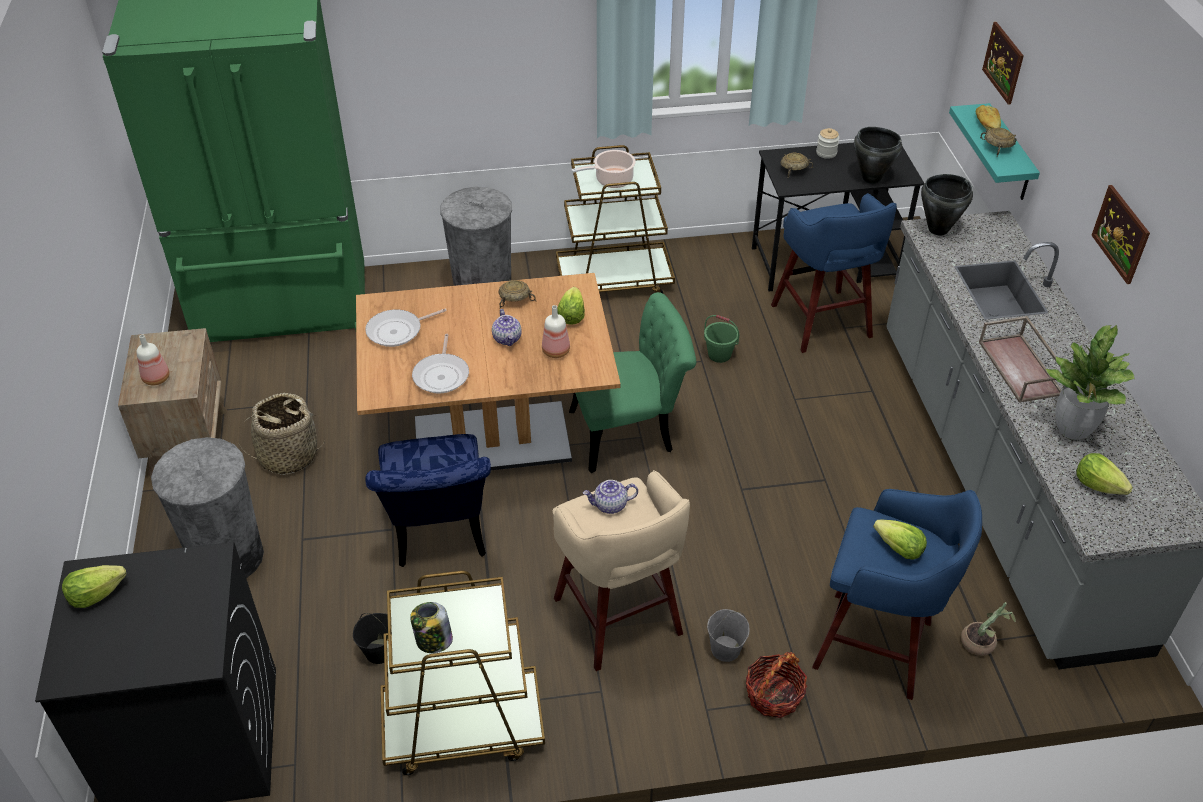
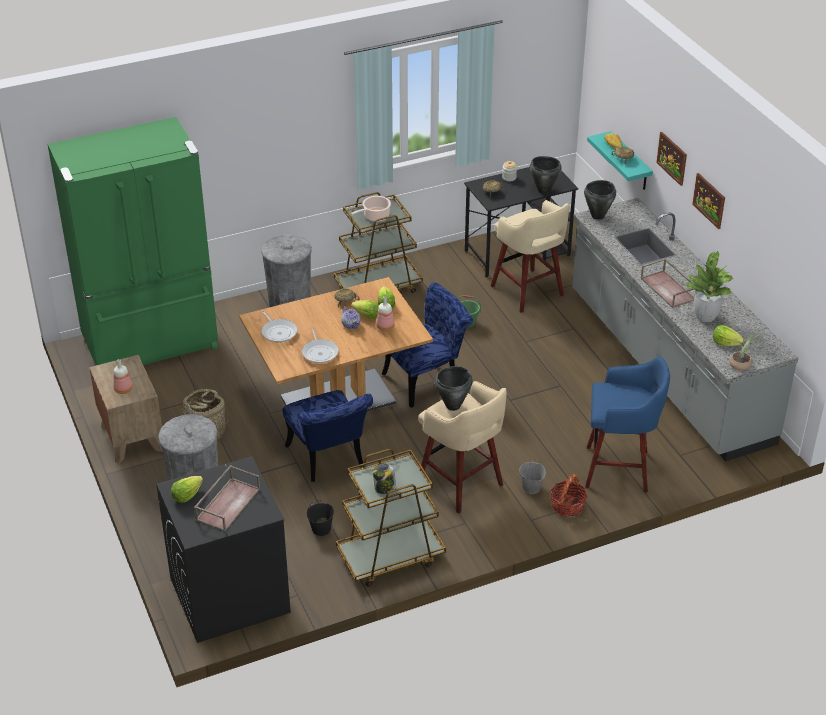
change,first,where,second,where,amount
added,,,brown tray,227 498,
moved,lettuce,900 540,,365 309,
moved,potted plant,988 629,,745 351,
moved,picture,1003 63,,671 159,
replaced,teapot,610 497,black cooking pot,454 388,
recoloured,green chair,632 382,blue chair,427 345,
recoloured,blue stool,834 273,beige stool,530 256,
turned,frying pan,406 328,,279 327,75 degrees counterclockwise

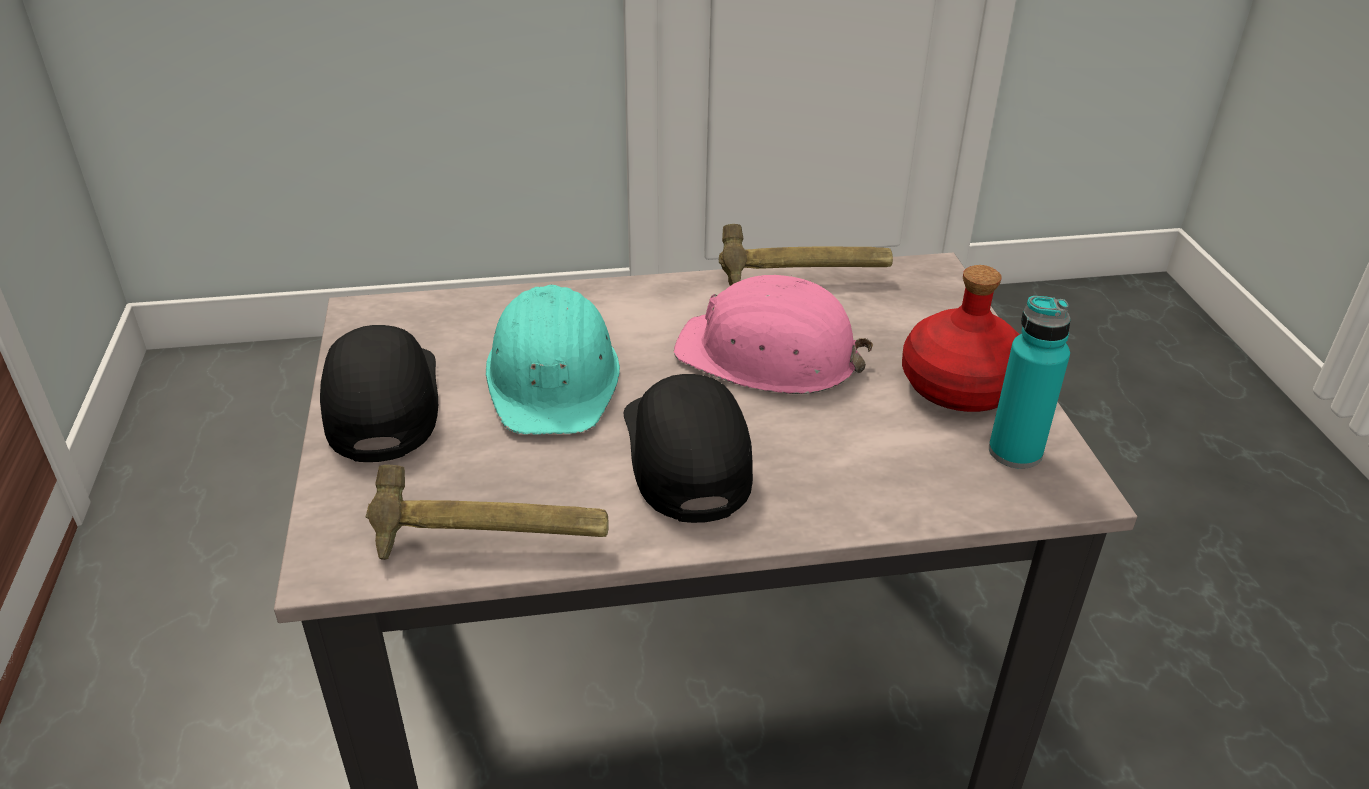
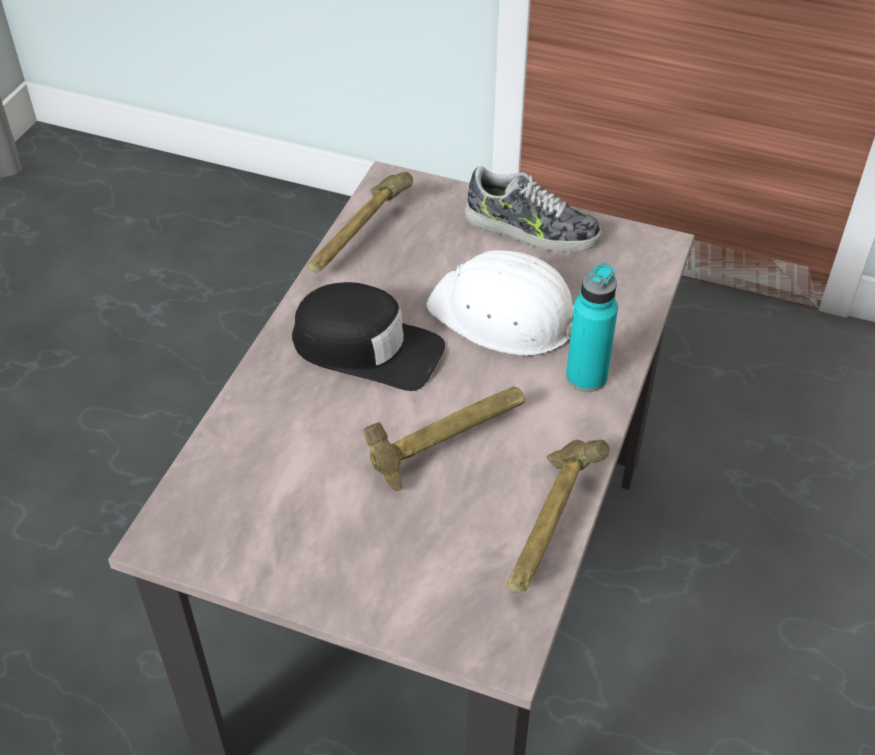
change,first,where,second,where,amount
removed,red bottle,961 338,,,
moved,turquoise bottle,1030 382,,592 327,
replaced,black cap,379 393,shoe,533 209,
replaced,pink hard hat,773 334,hammer,444 439,
recoloured,turquoise hard hat,553 360,white hard hat,500 303,

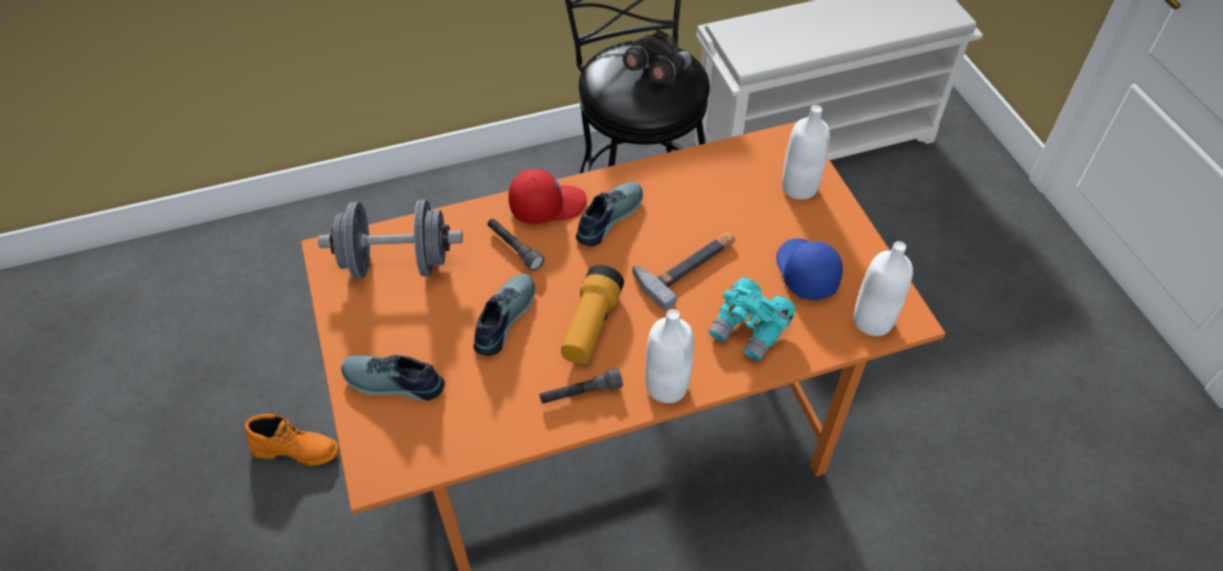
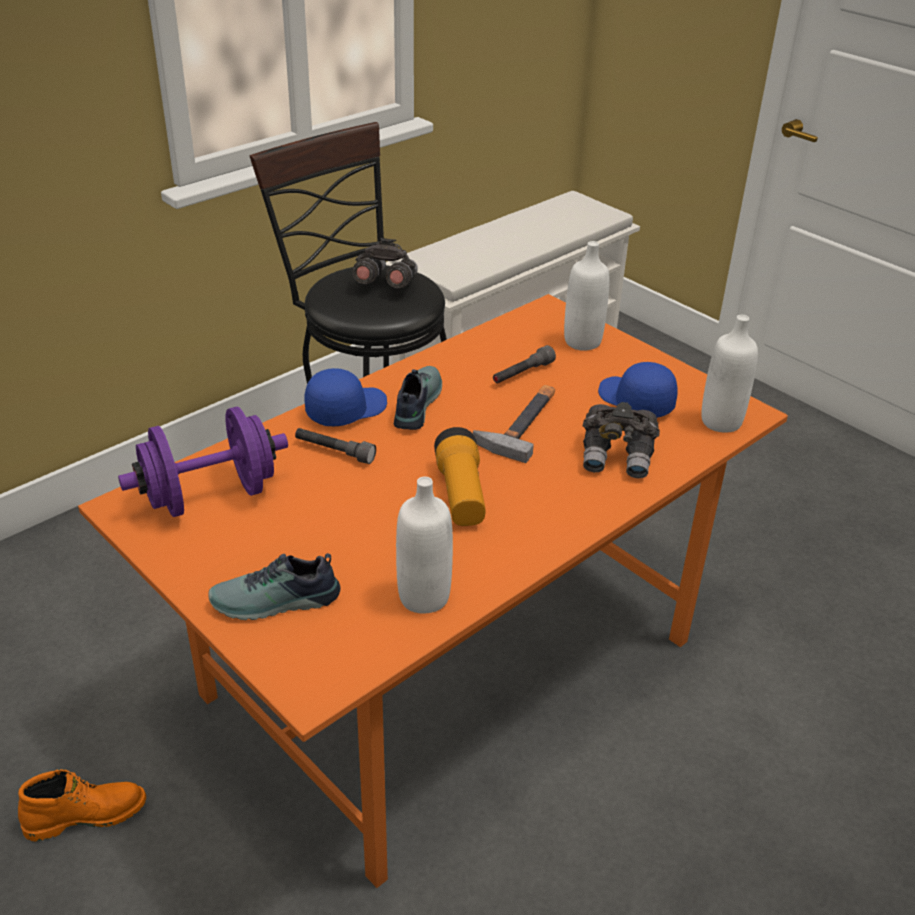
change,first,where,second,where,amount
removed,shoe,504 315,,,
moved,grey flashlight,581 386,,524 364,
moved,white bottle,669 356,,424 545,
recoloured,grey dumbbell,390 239,purple dumbbell,203 462,
recoloured,red cap,547 196,blue cap,345 397,
recoloured,turquoise binoculars,752 320,grey binoculars,621 440,

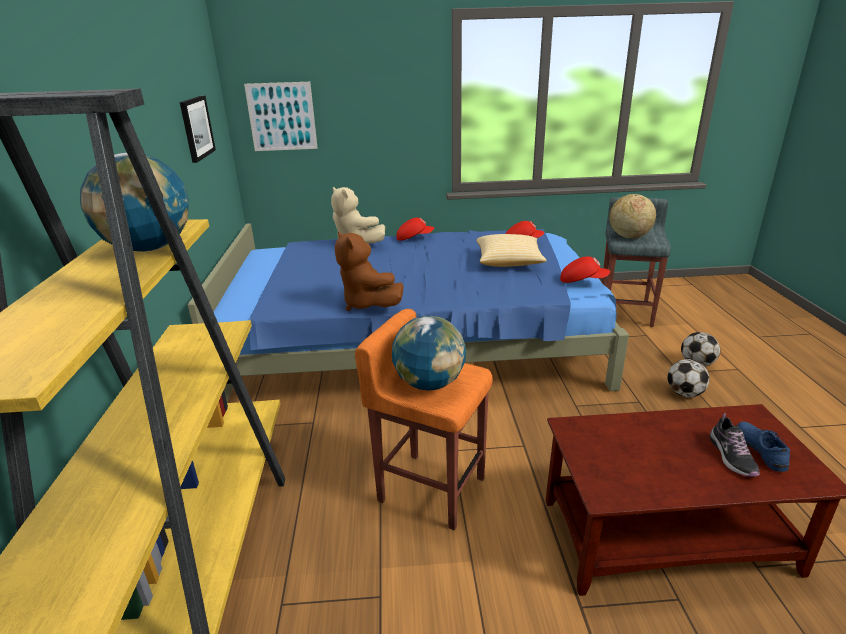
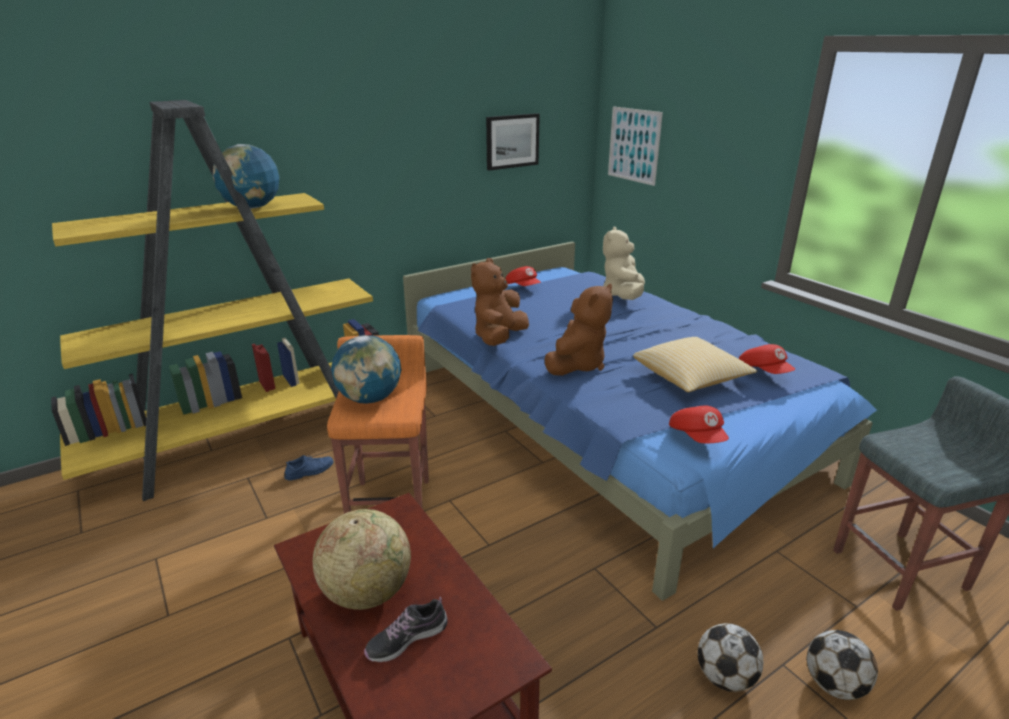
change,first,where,second,where,amount
added,,,brown plush toy,579 329,
moved,red cap,415 229,,523 276,
moved,globe,632 216,,362 559,
moved,blue shoe,763 447,,309 468,

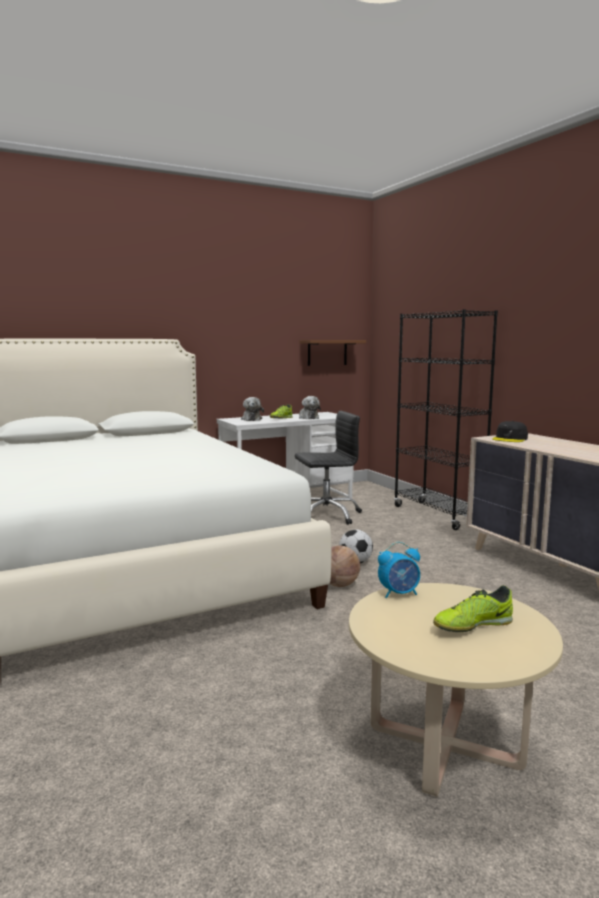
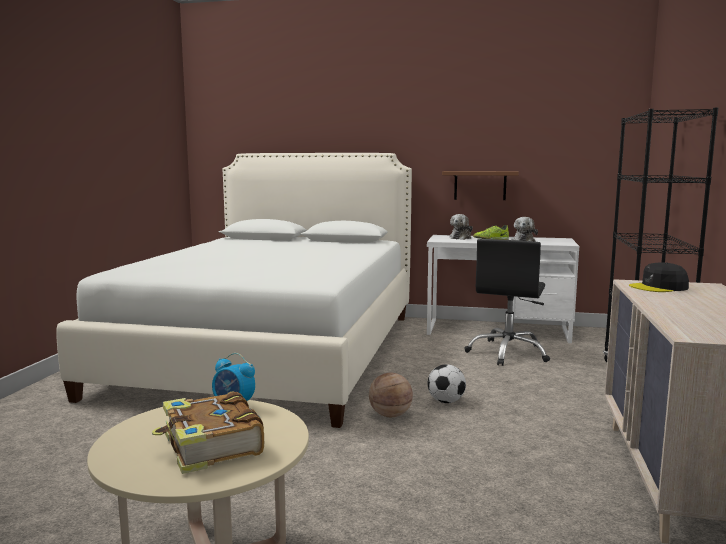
change,first,where,second,where,amount
moved,brown shelf,333 353,,480 185,
replaced,shoe,473 608,book,208 432,
turned,black office chair,328 468,,507 302,90 degrees clockwise

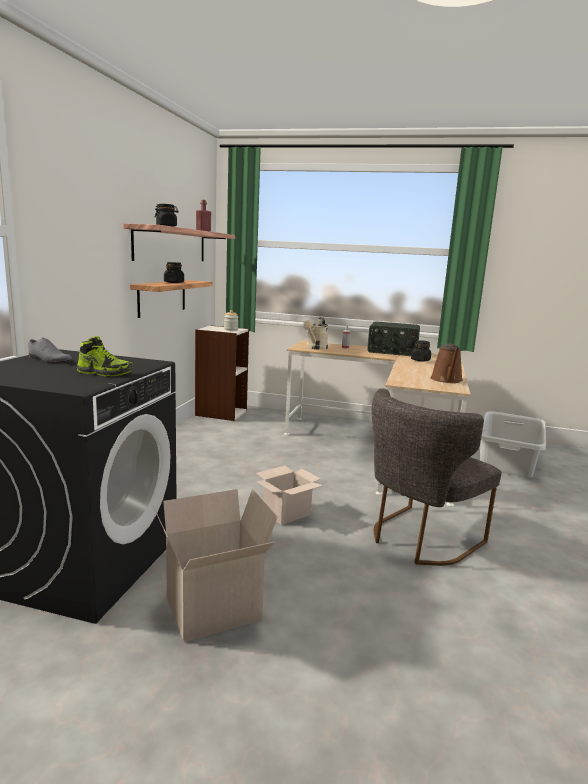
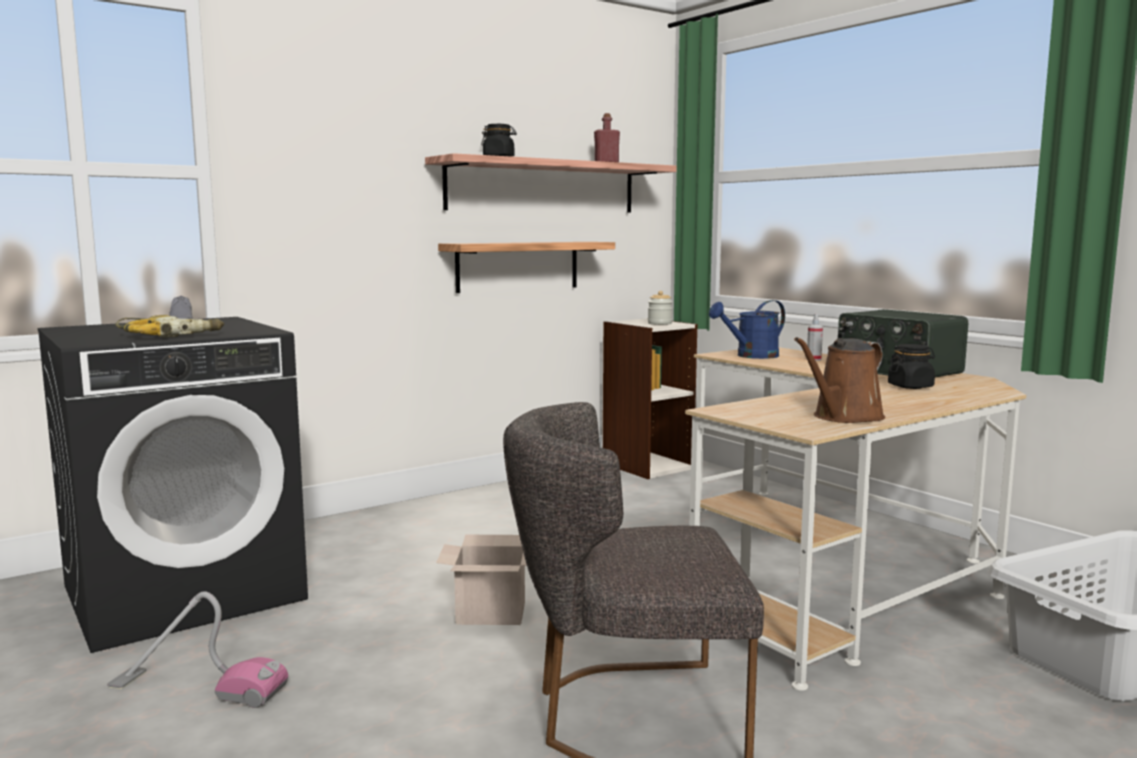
change,first,where,second,where,amount
removed,black jar,174 272,,,
replaced,shoe,104 356,power drill,169 326,
replaced,cardboard box,215 565,vacuum cleaner,197 649,
recoloured,beige watering can,315 333,blue watering can,747 329,

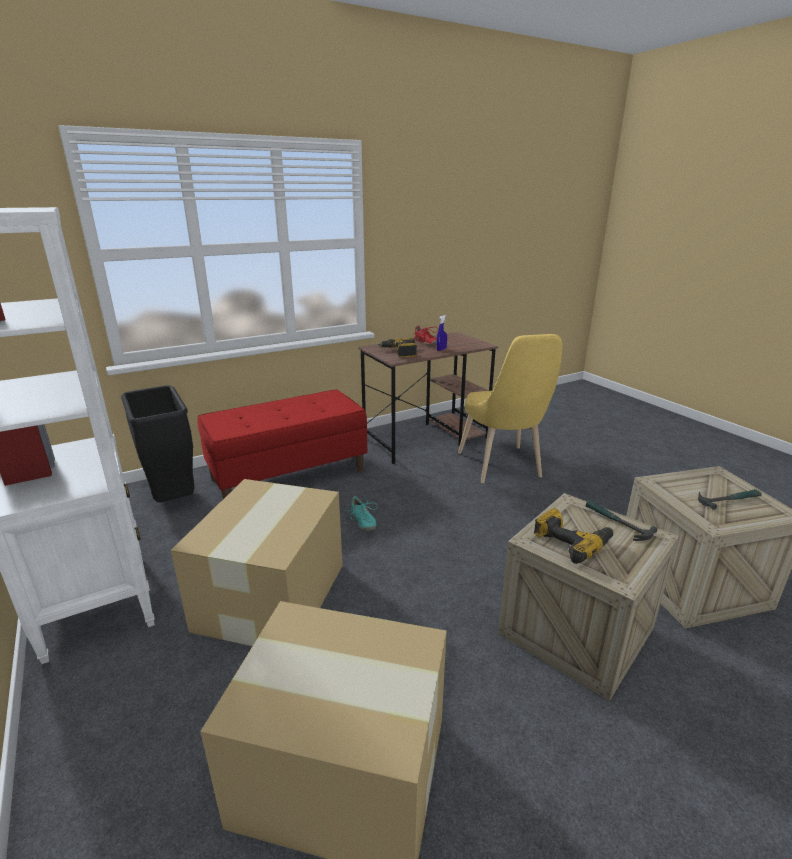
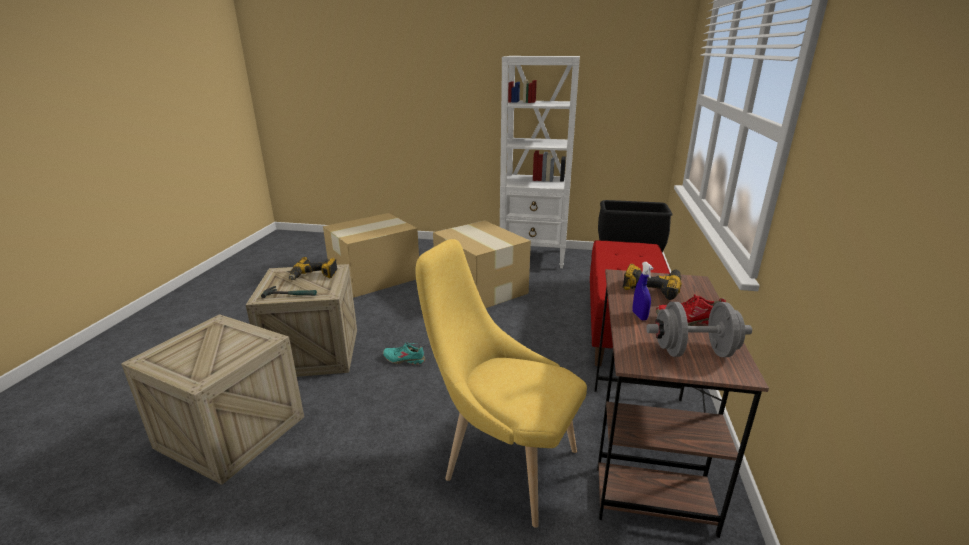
change,first,where,second,where,amount
removed,hammer,730 499,,,
added,,,grey dumbbell,699 329,
moved,turquoise shoe,361 513,,404 354,

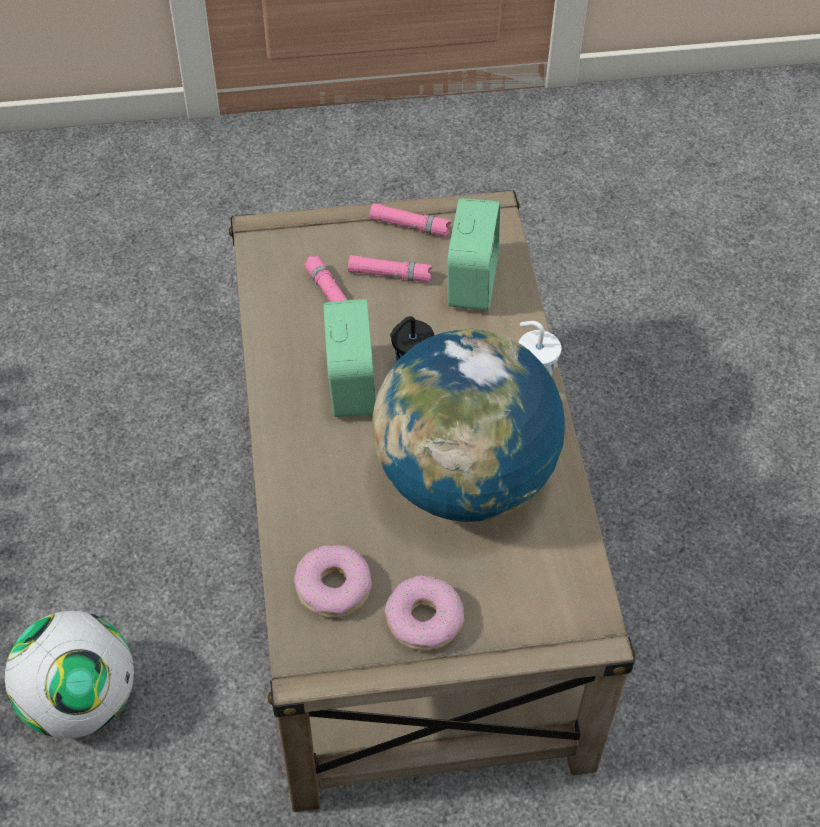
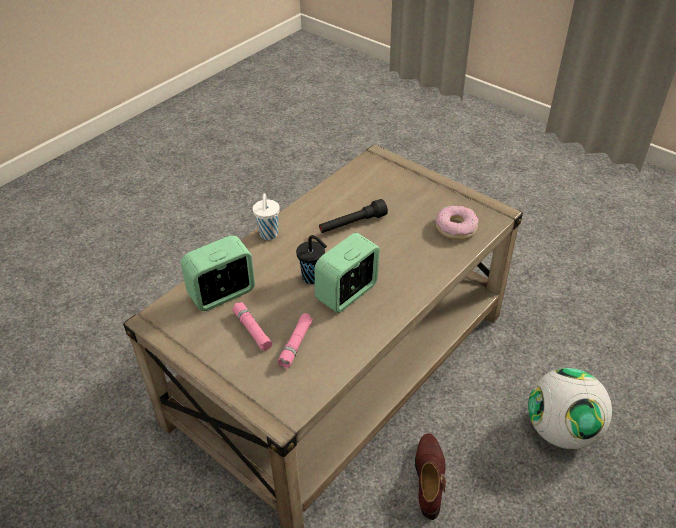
change,first,where,second,where,amount
removed,pink flashlight,410 220,,,
removed,donut,424 613,,,
added,,,brown shoe,430 476,
replaced,globe,468 425,black flashlight,353 216,

